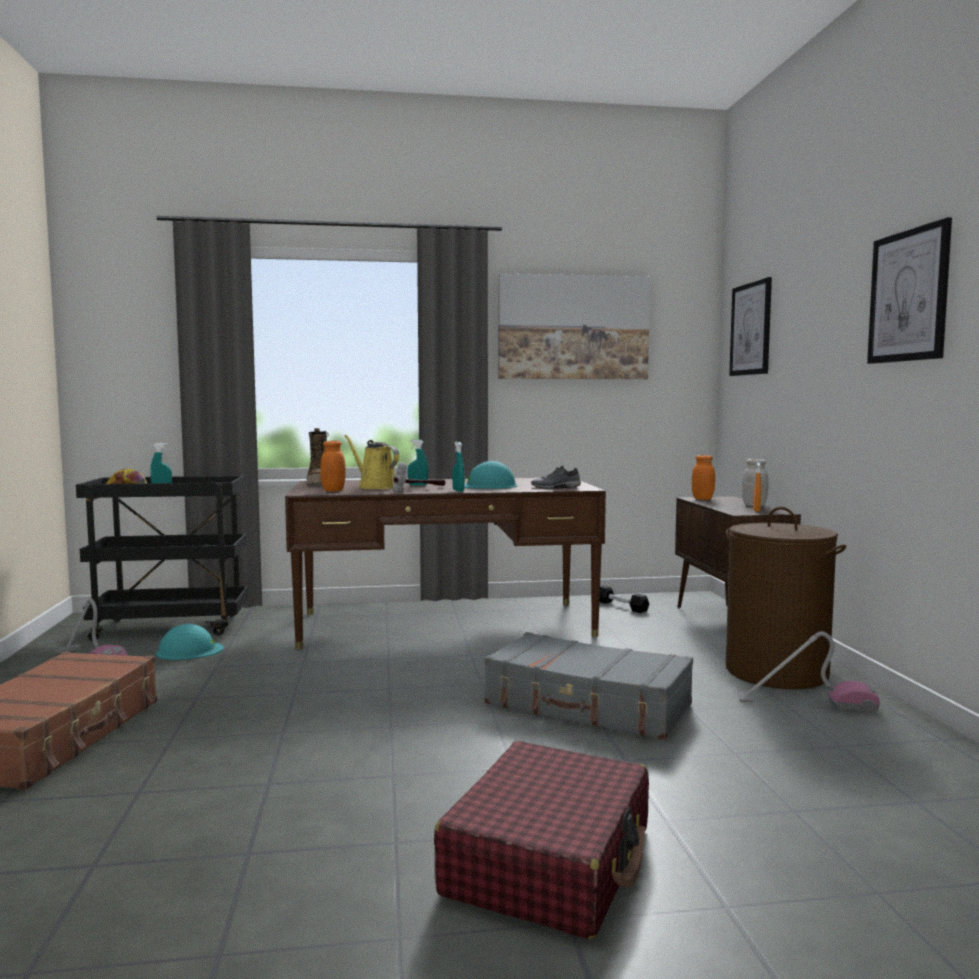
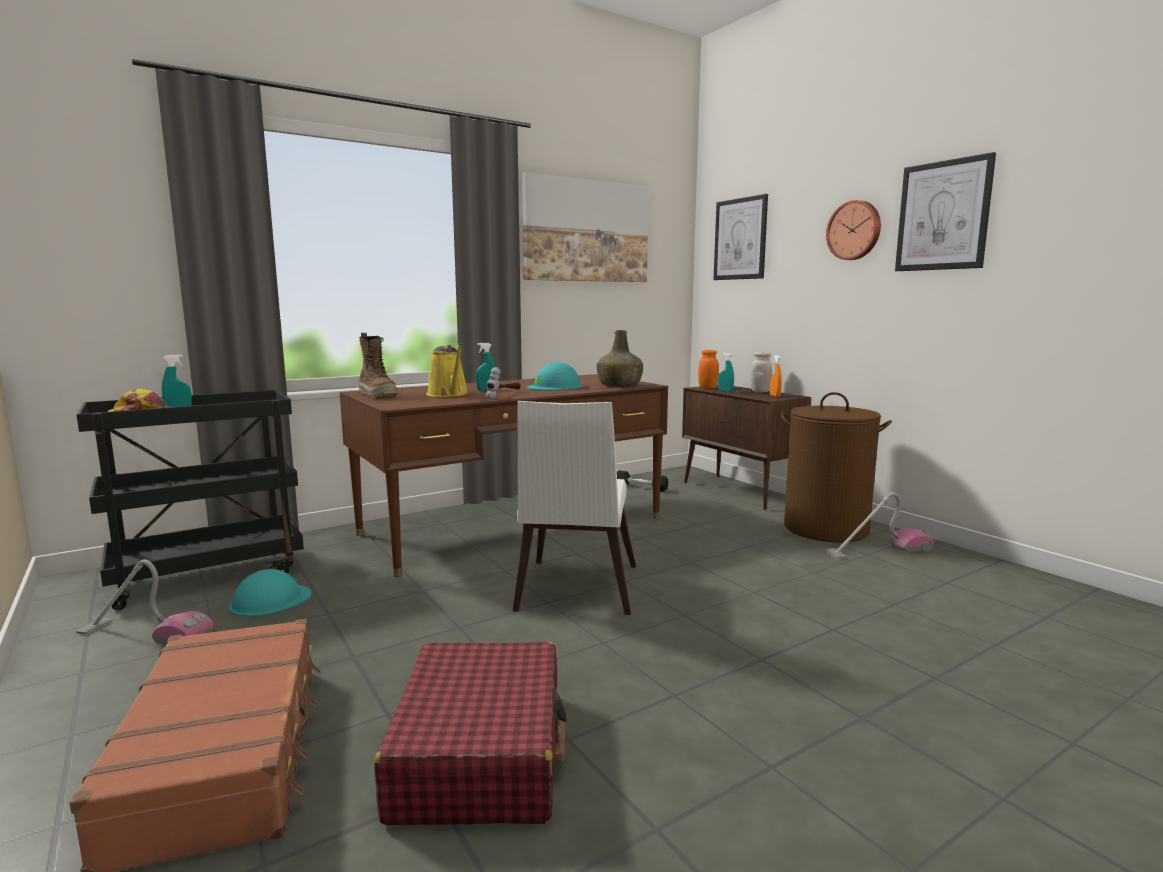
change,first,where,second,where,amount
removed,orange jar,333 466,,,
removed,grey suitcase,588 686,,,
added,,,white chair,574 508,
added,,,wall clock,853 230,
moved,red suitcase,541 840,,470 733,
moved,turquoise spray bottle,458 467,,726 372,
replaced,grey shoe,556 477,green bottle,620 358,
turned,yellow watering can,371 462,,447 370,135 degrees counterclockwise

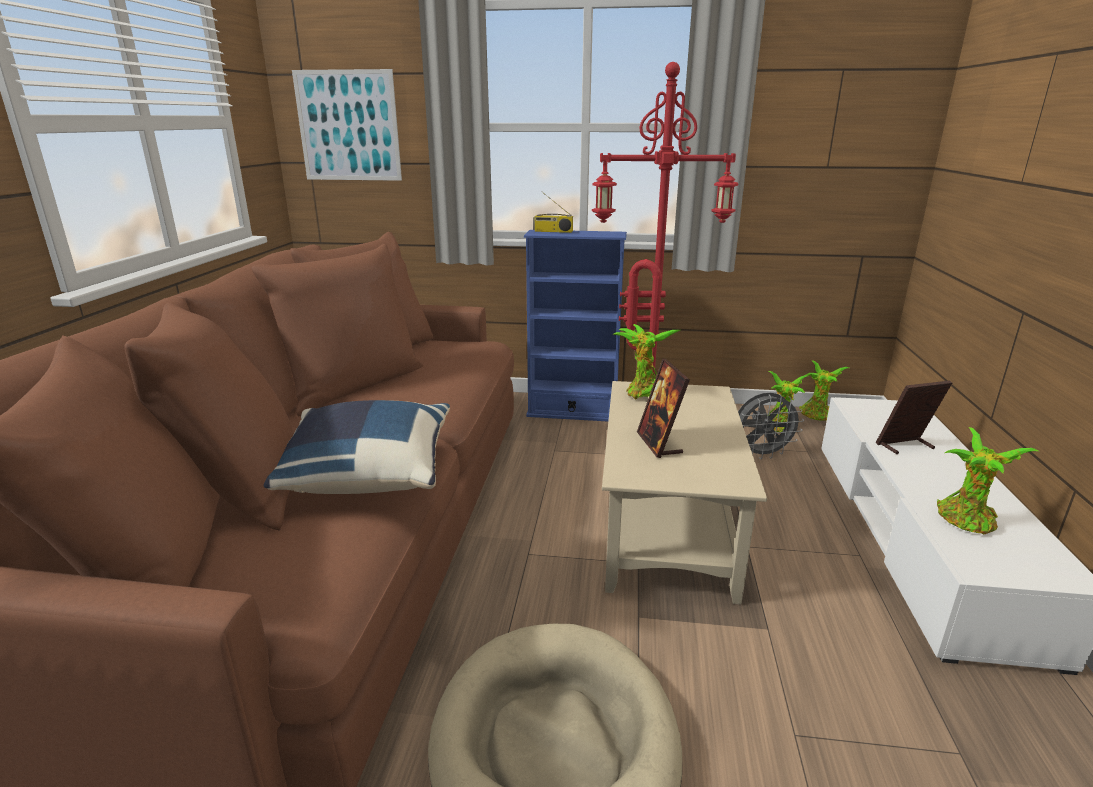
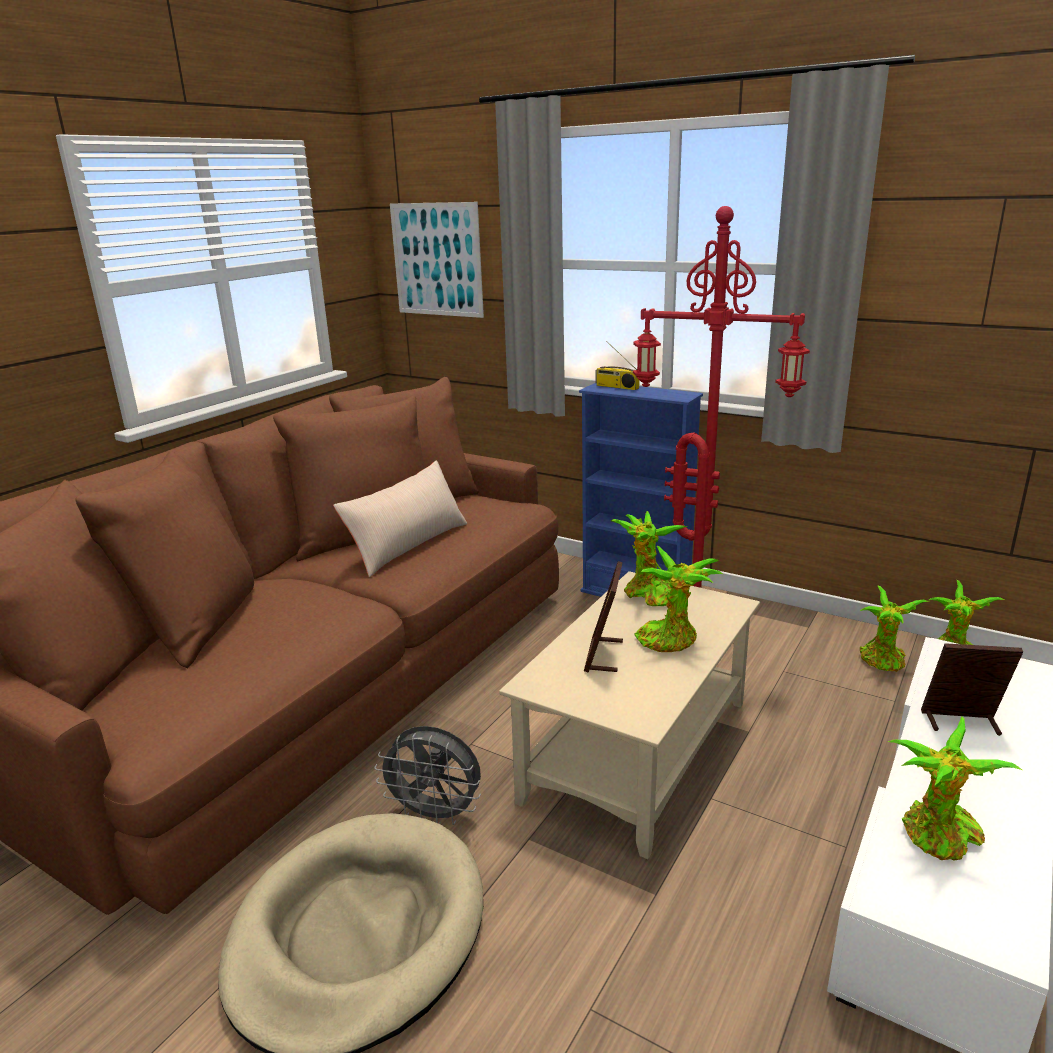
change,first,where,second,where,amount
removed,blue pillow,357 447,,,
added,,,beige pillow,400 518,
added,,,potted plant,679 599,
moved,grey fan,771 426,,427 775,

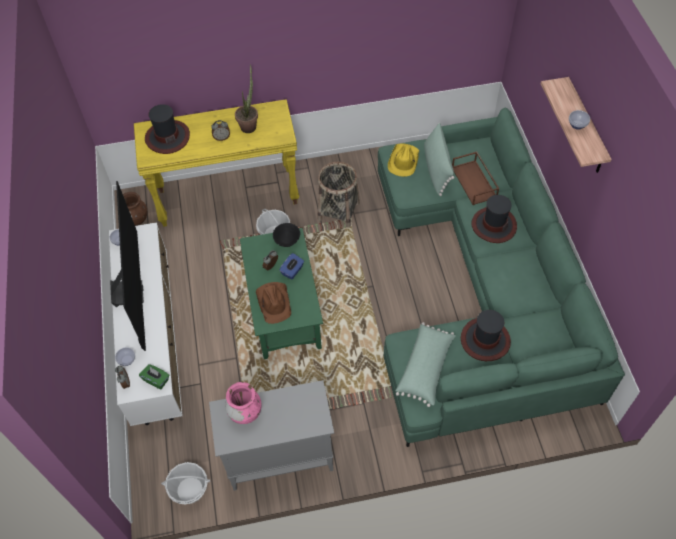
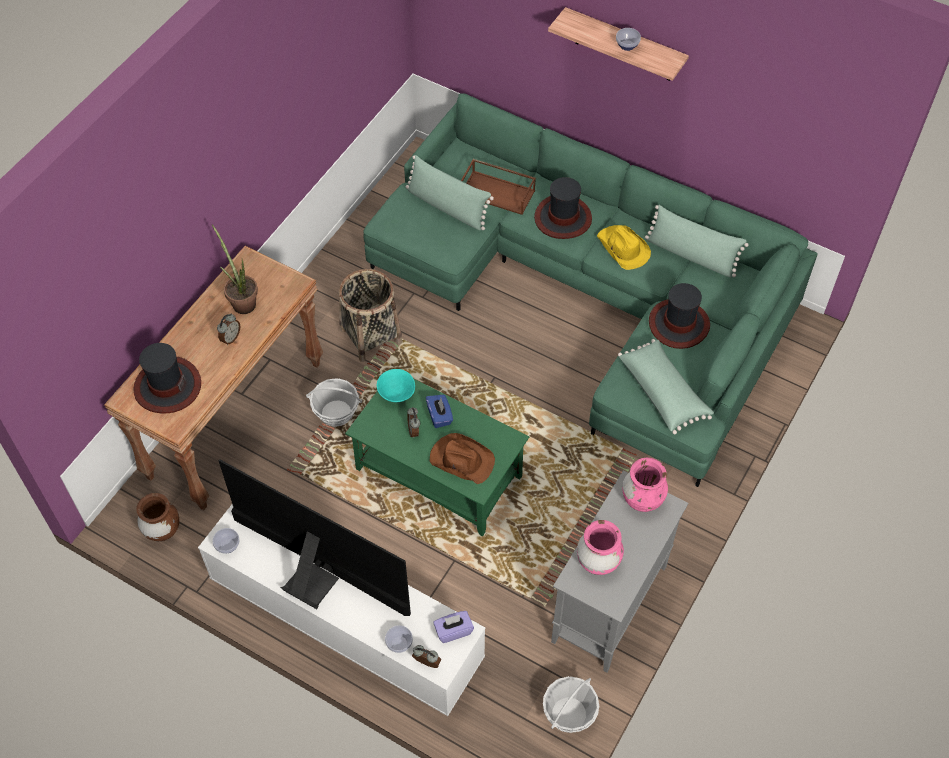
change,first,where,second,where,amount
added,,,pink vase,645 485,
added,,,green pillow,697 241,
moved,yellow hat,404 160,,624 247,
recoloured,yellow console table,216 163,brown console table,213 378,
recoloured,green tissue box,154 377,purple tissue box,453 627,
recoloured,black bowl,286 235,turquoise bowl,396 385,

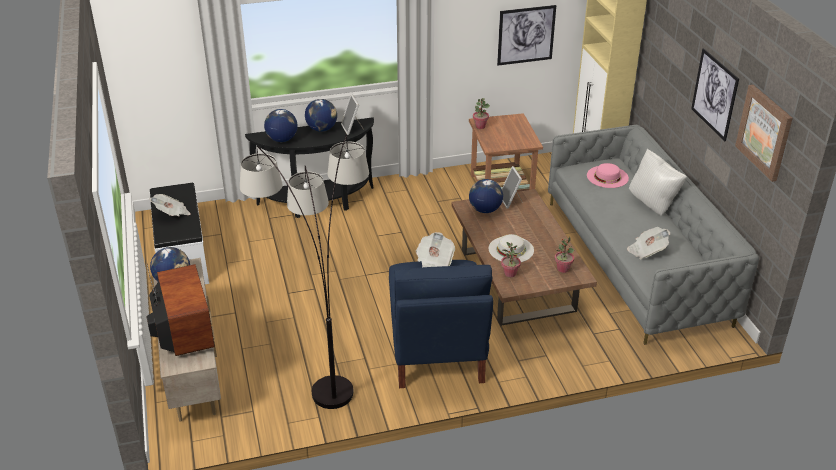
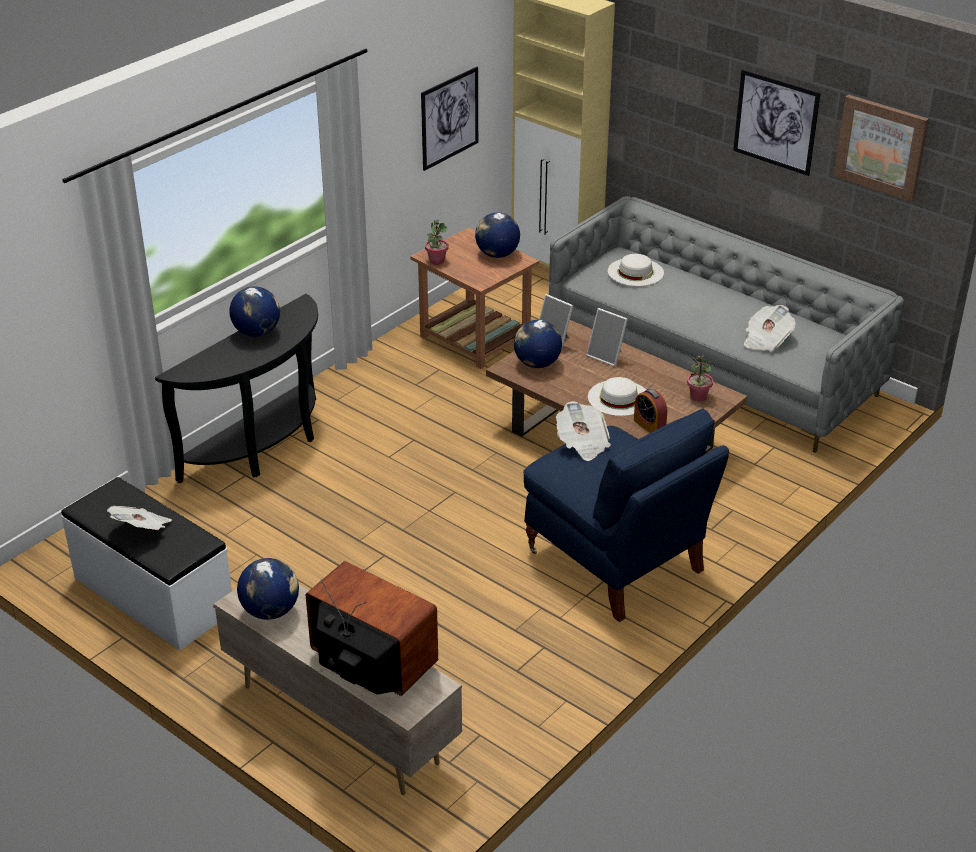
change,first,where,second,where,amount
removed,floor lamp,304 271,,,
removed,white pillow,658 182,,,
moved,globe,281 125,,497 235,
moved,picture frame,352 114,,607 337,
replaced,potted plant,511 259,alarm clock,650 411,
recoloured,pink hat,608 175,white hat,636 270,

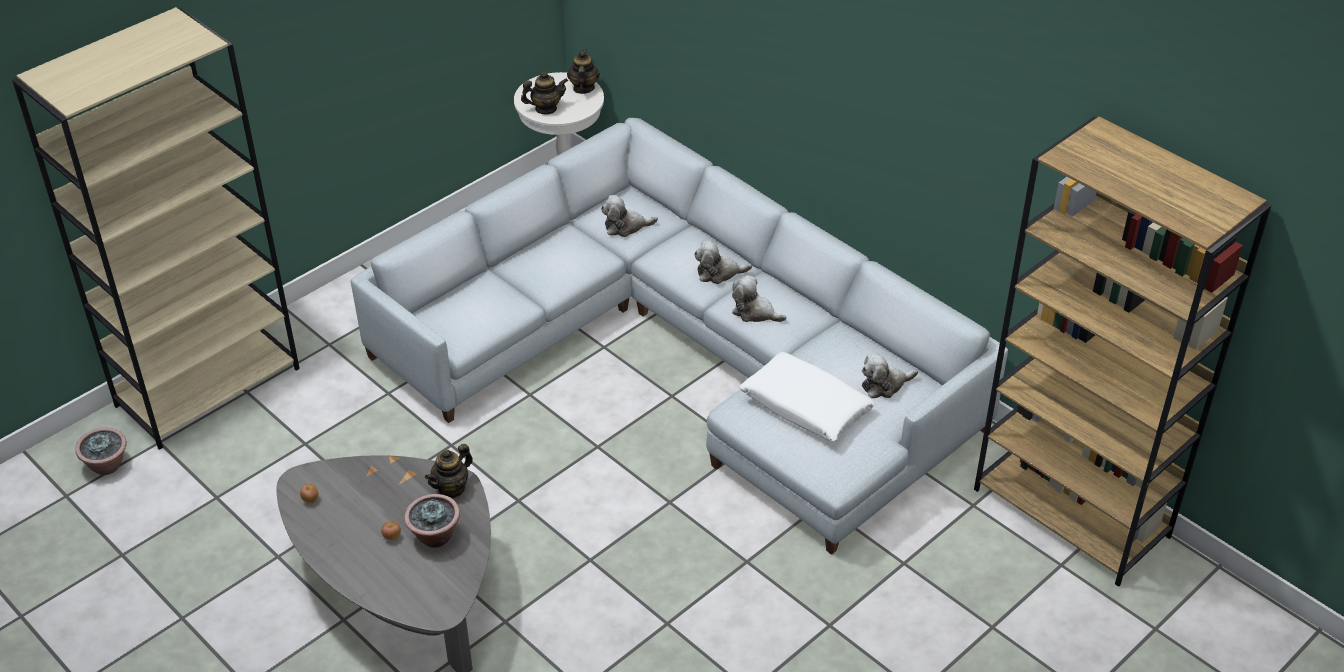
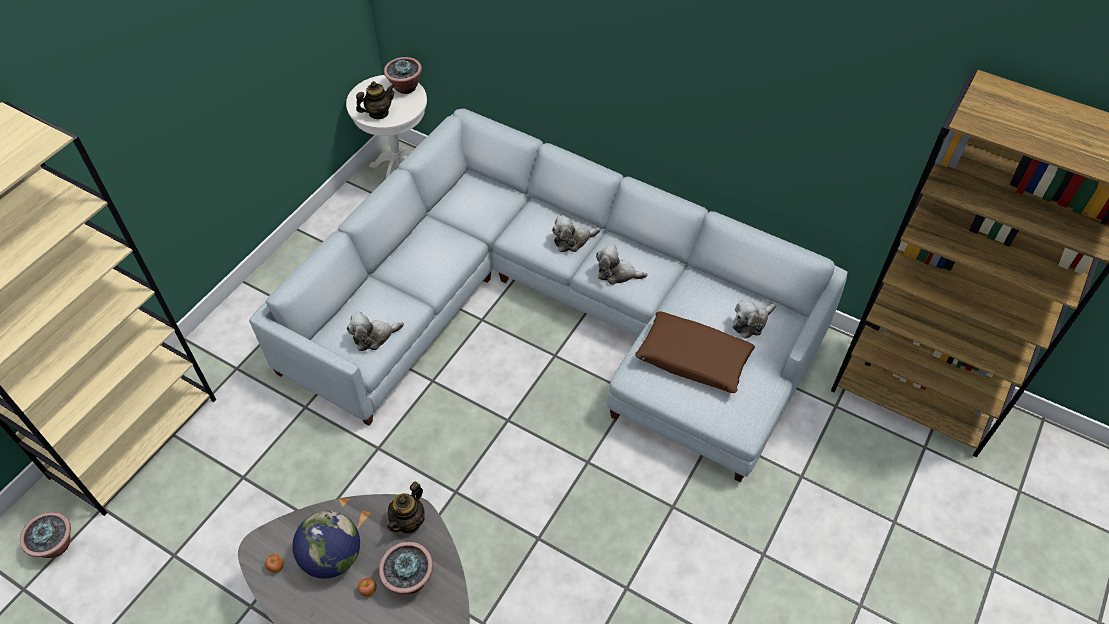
change,first,where,second,where,amount
added,,,globe,326 544,
moved,plush toy,629 216,,375 331,
replaced,teapot,583 71,potted plant,403 75,
recoloured,white pillow,807 396,brown pillow,695 352,

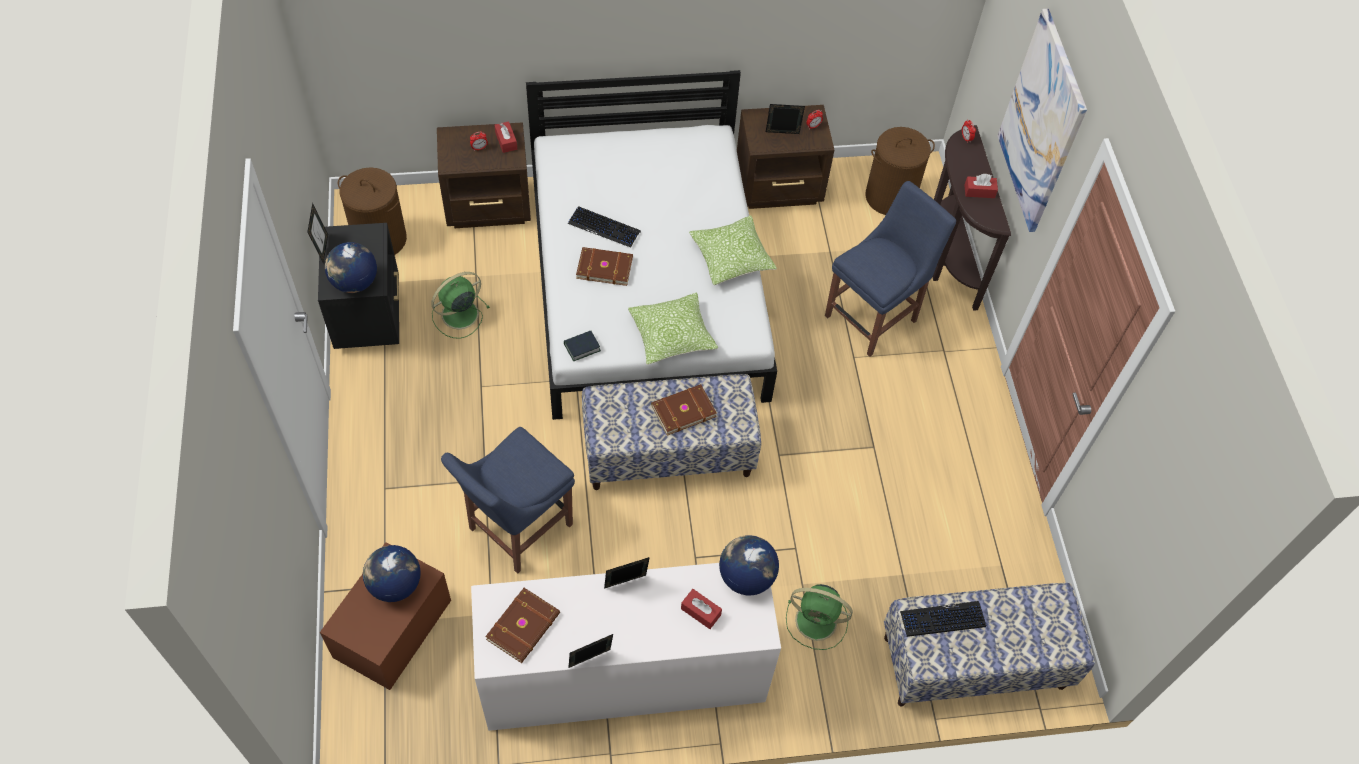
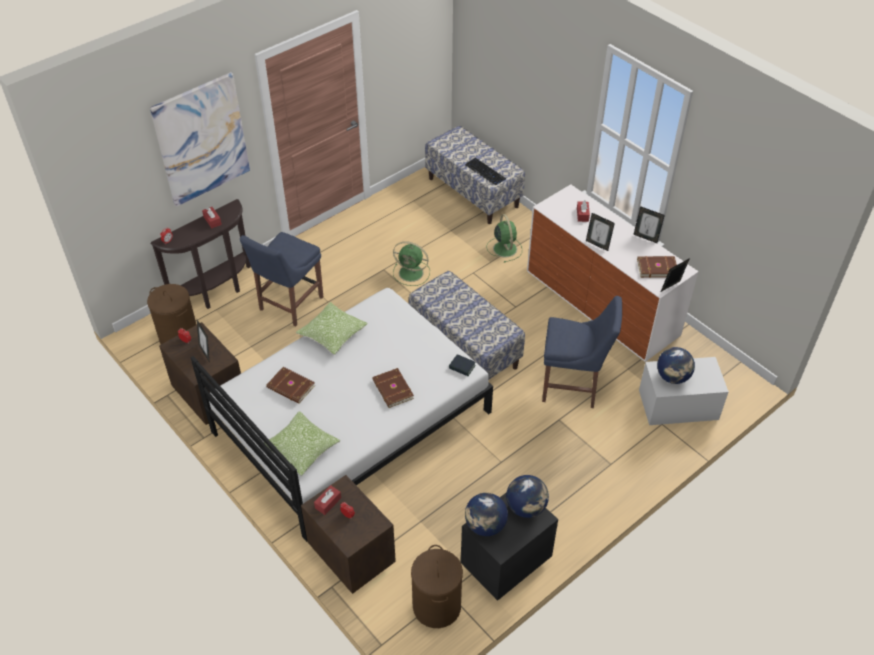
change,first,where,second,where,amount
removed,keyboard,604 227,,,
moved,picture frame,317 233,,675 275,
moved,green fan,460 305,,411 263,
moved,pillow,673 328,,303 443,
moved,brown book,684 410,,290 385,
moved,globe,749 565,,486 514,
recoloured,brown storage box,385 616,white storage box,684 391,
turned,blue chair,890 269,,281 279,75 degrees counterclockwise

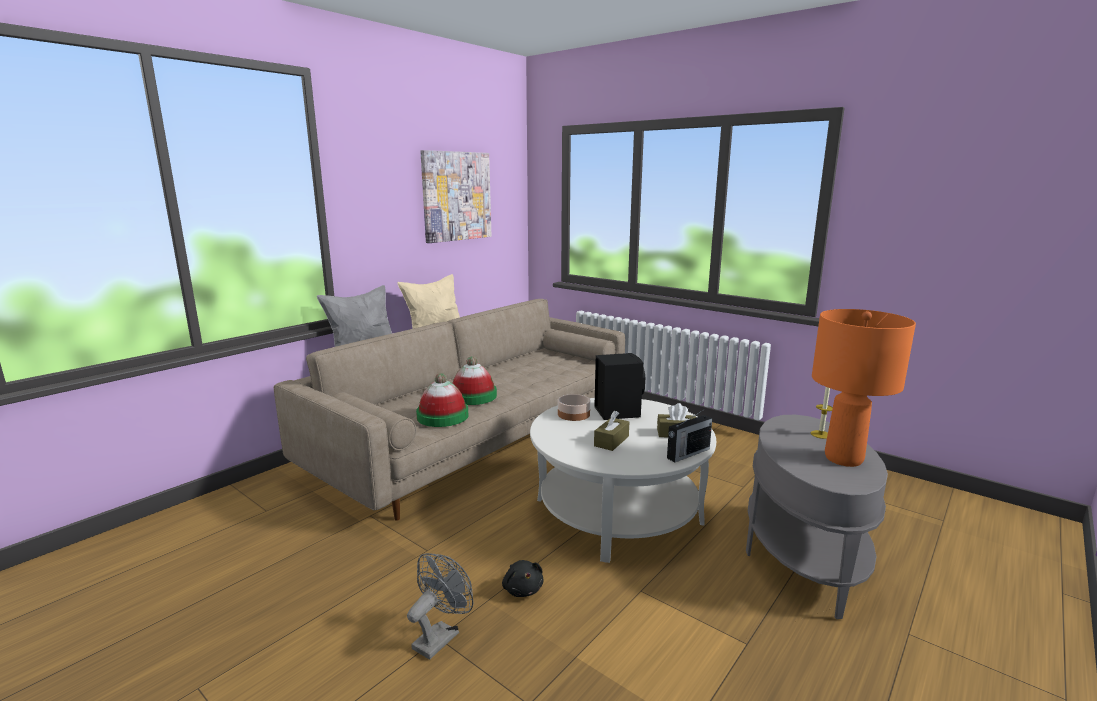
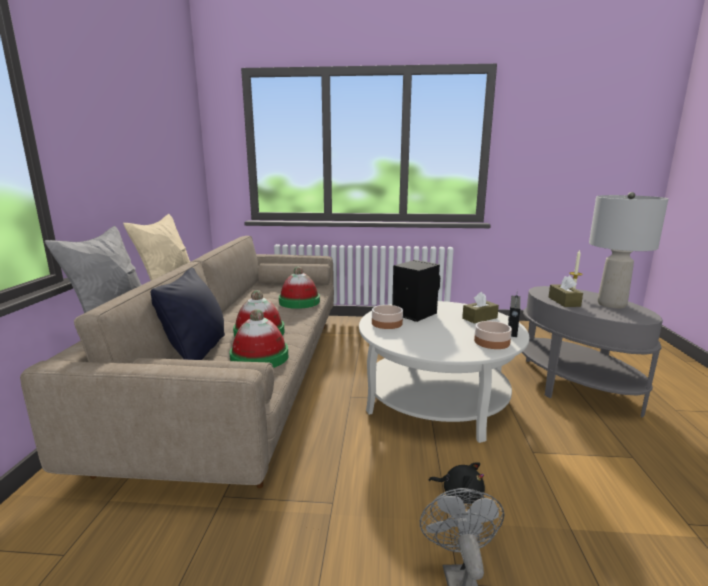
change,first,where,second,where,amount
removed,picture,455 196,,,
added,,,black pillow,188 313,
added,,,hat,299 288,
added,,,bowl,493 335,
moved,brown tissue box,611 431,,566 291,
recoloured,orange table lamp,864 388,grey table lamp,628 250,

